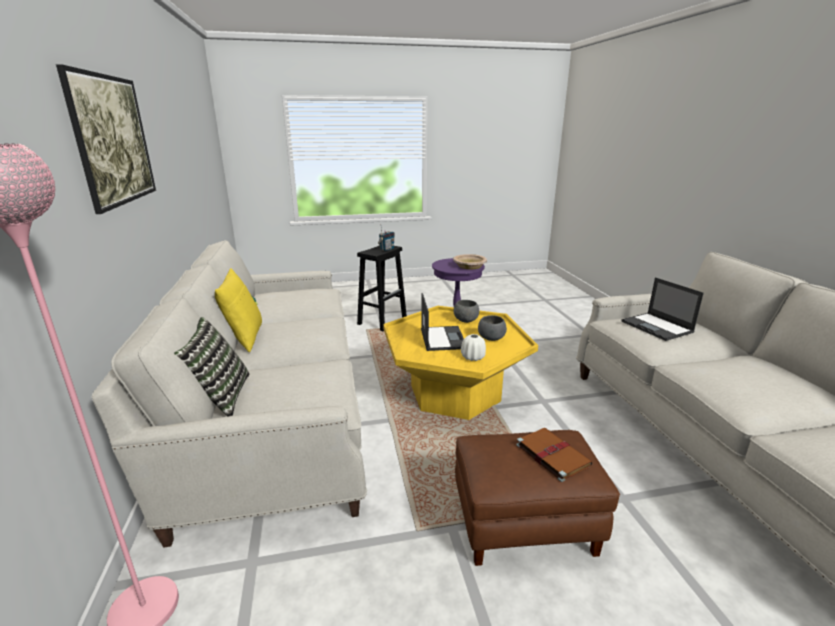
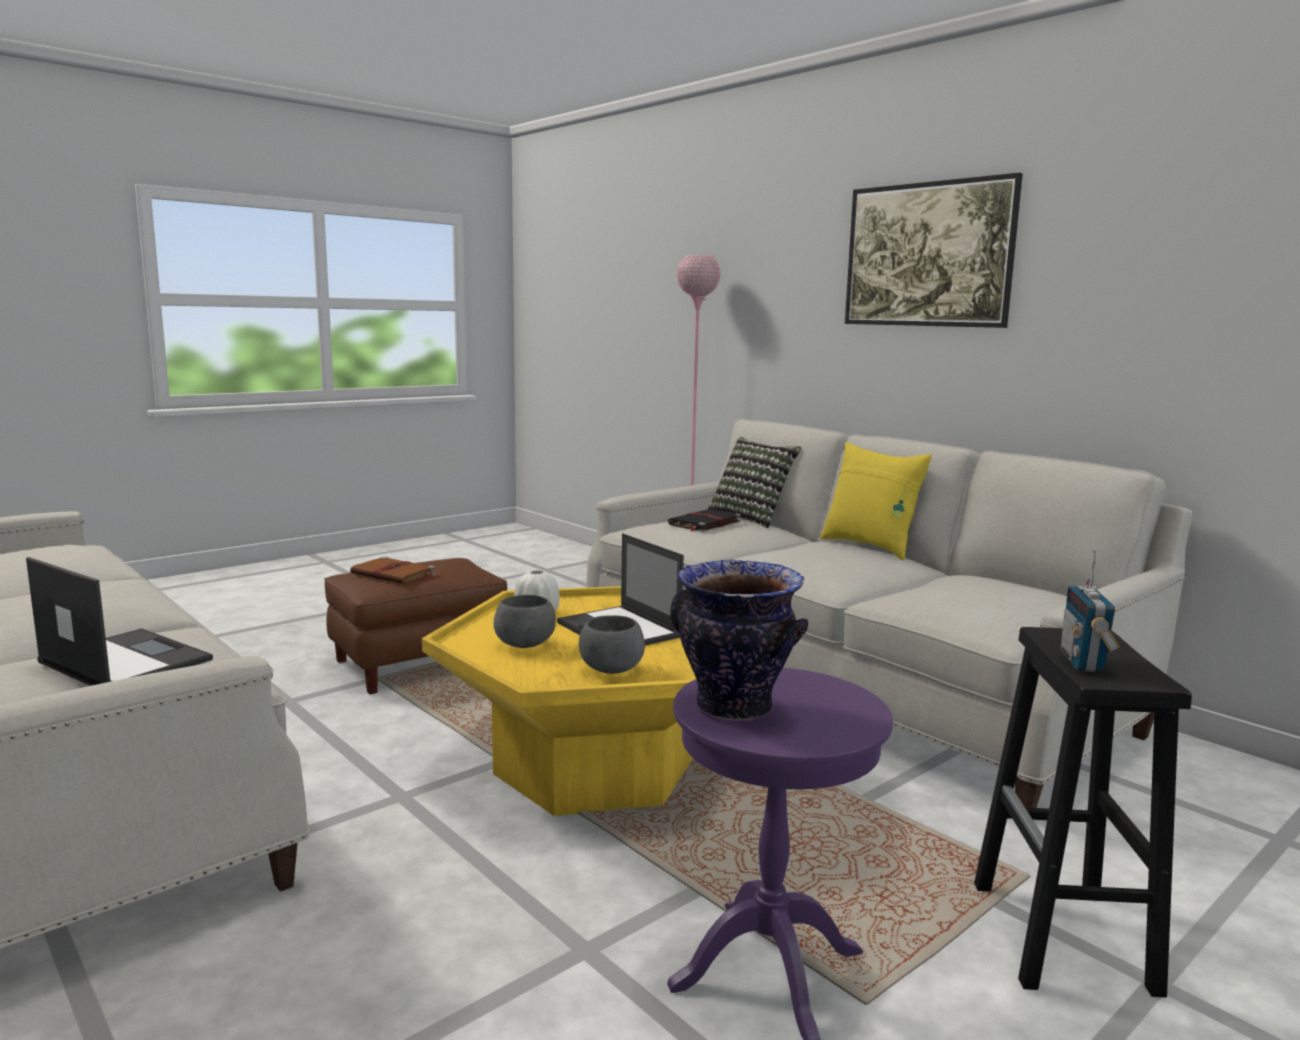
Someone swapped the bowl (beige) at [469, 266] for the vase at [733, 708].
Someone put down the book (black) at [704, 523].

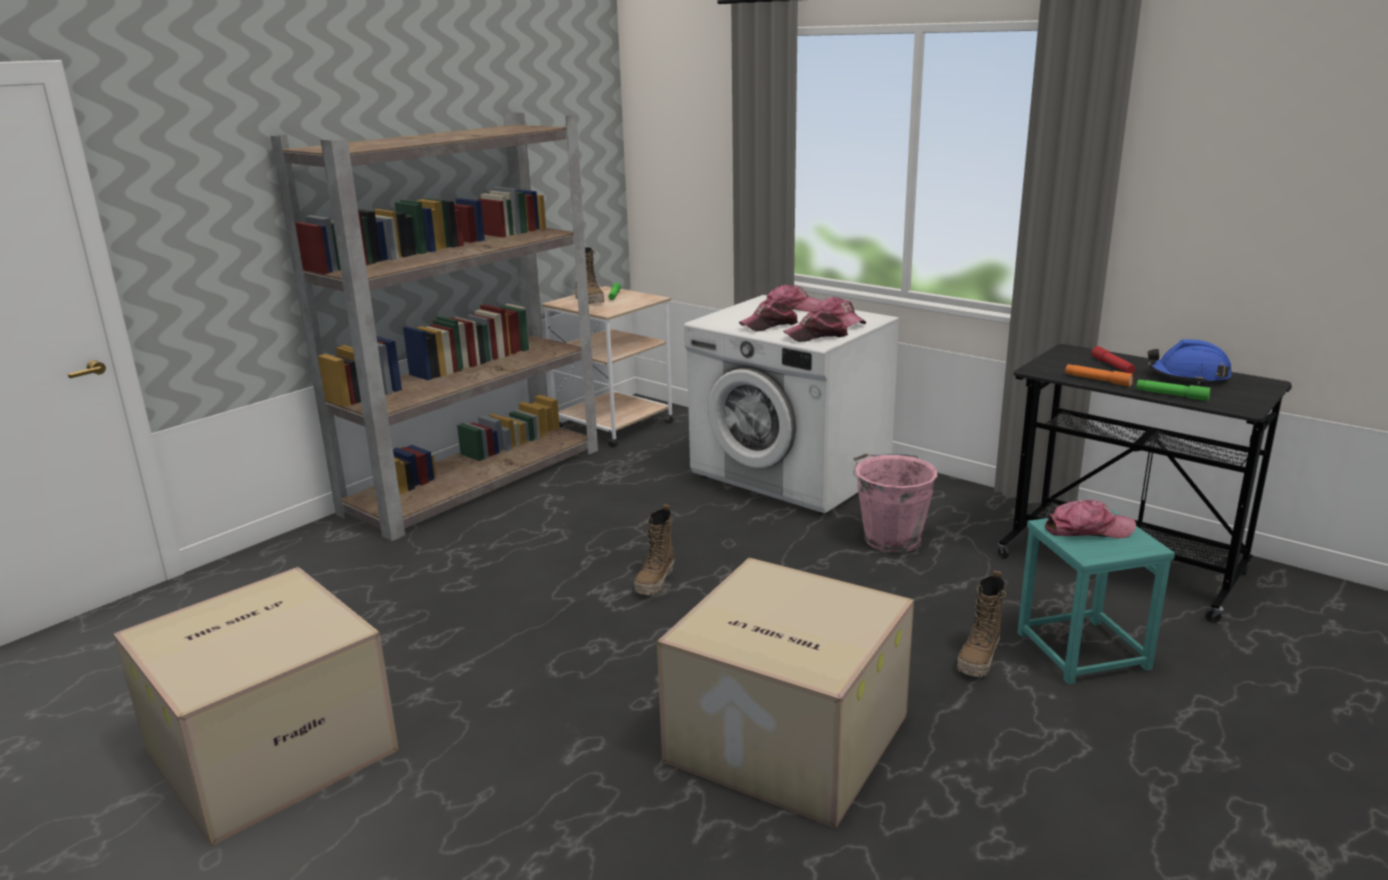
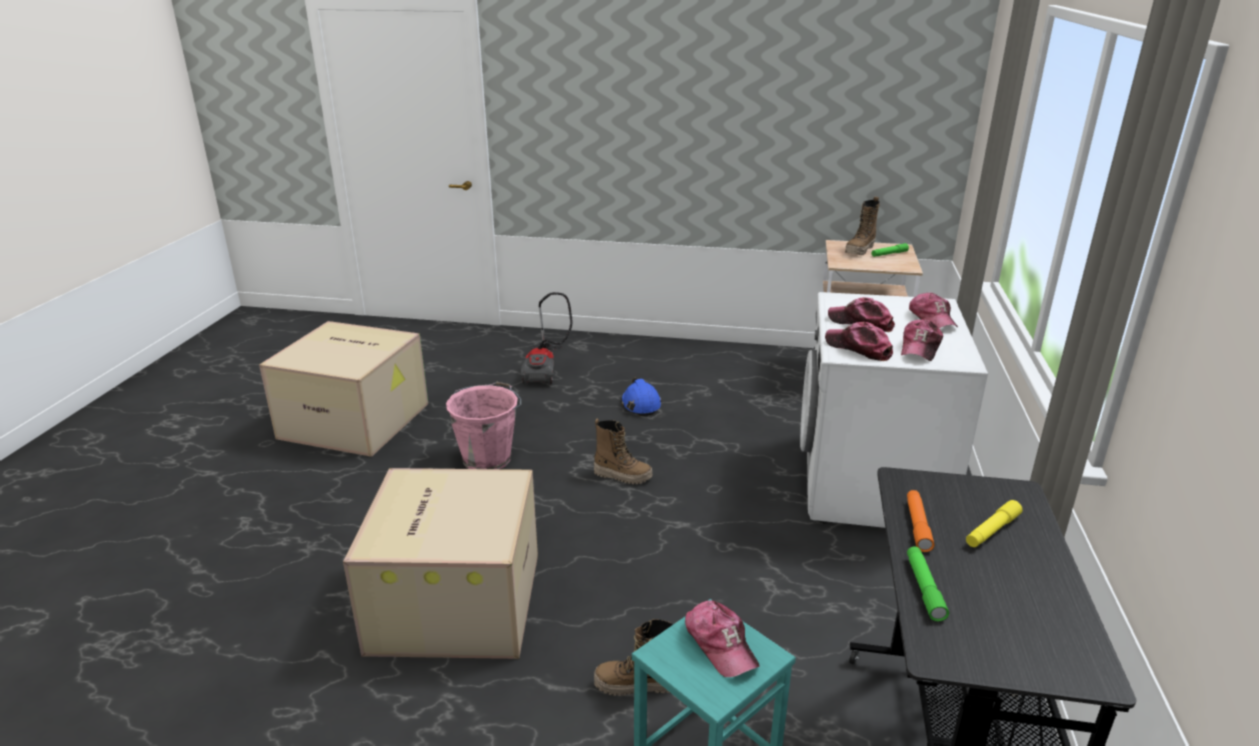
Someone took away the bookcase (brown) at [475, 480].
Someone carried the hard hat (blue) from [1188, 376] to [640, 404].
Someone repainted the flashlight (red) at [1112, 366], which became the flashlight (yellow) at [992, 530].
Someone carried the bucket (pink) from [890, 539] to [488, 458].
Someone rotated the boot at [655, 582] by 150 degrees counterclockwise.
Someone put down the vacuum cleaner at [544, 370].

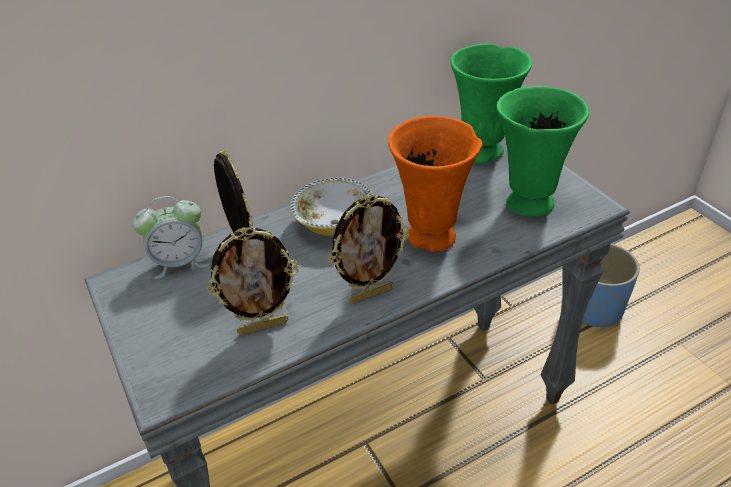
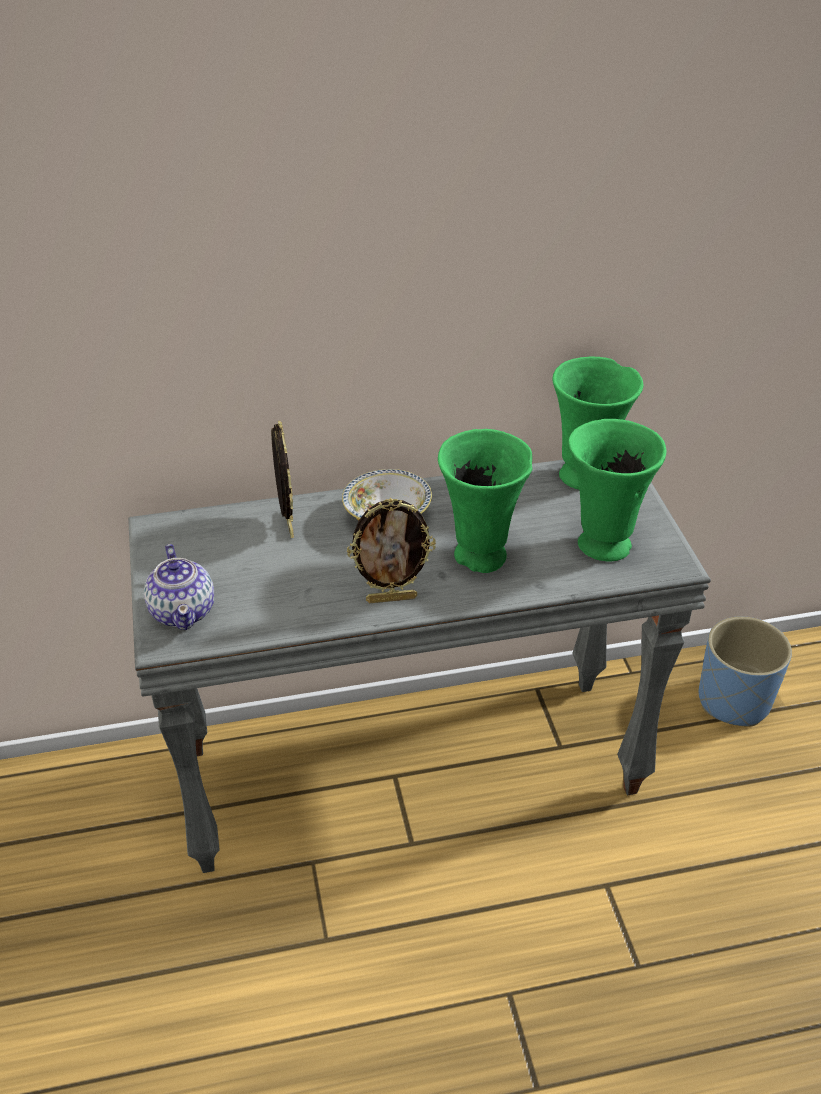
Someone repainted the vase (orange) at [432, 238], which became the vase (green) at [480, 557].
Someone took away the alarm clock at [180, 262].
Someone took away the picture frame at [263, 326].
Someone put down the teapot at [183, 611].

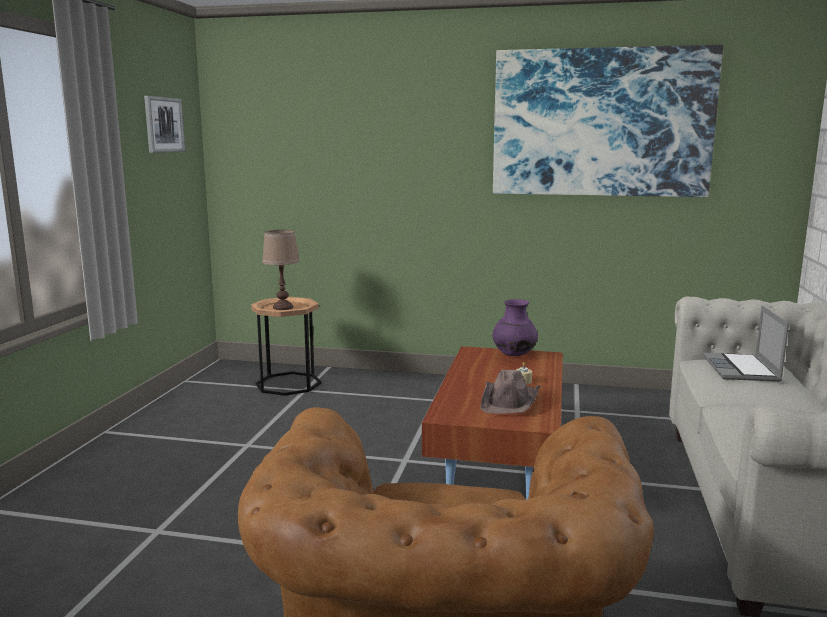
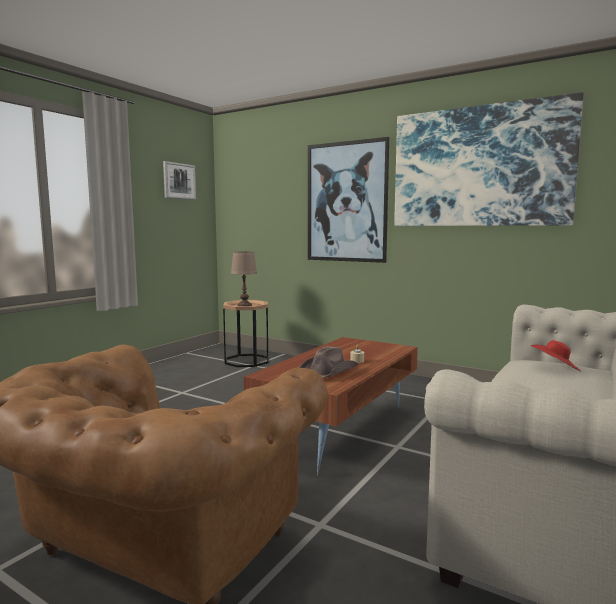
Someone took away the vase (purple) at [514, 354].
Someone swapped the laptop at [742, 369] for the hat (red) at [555, 368].
Someone put up the picture at [346, 202].

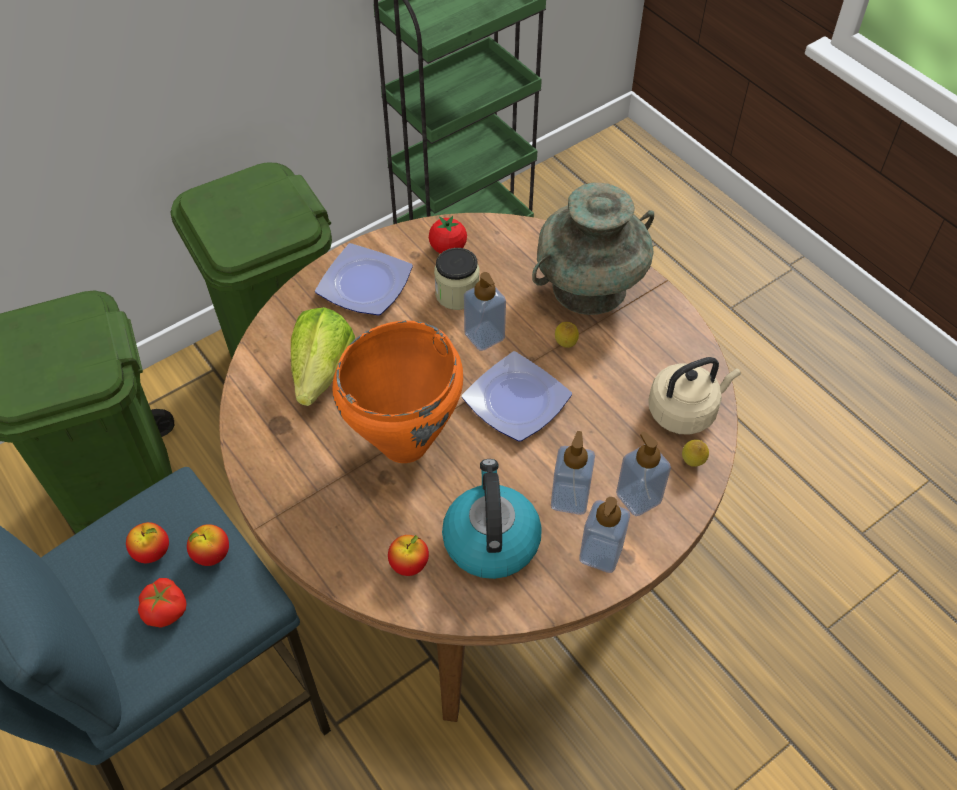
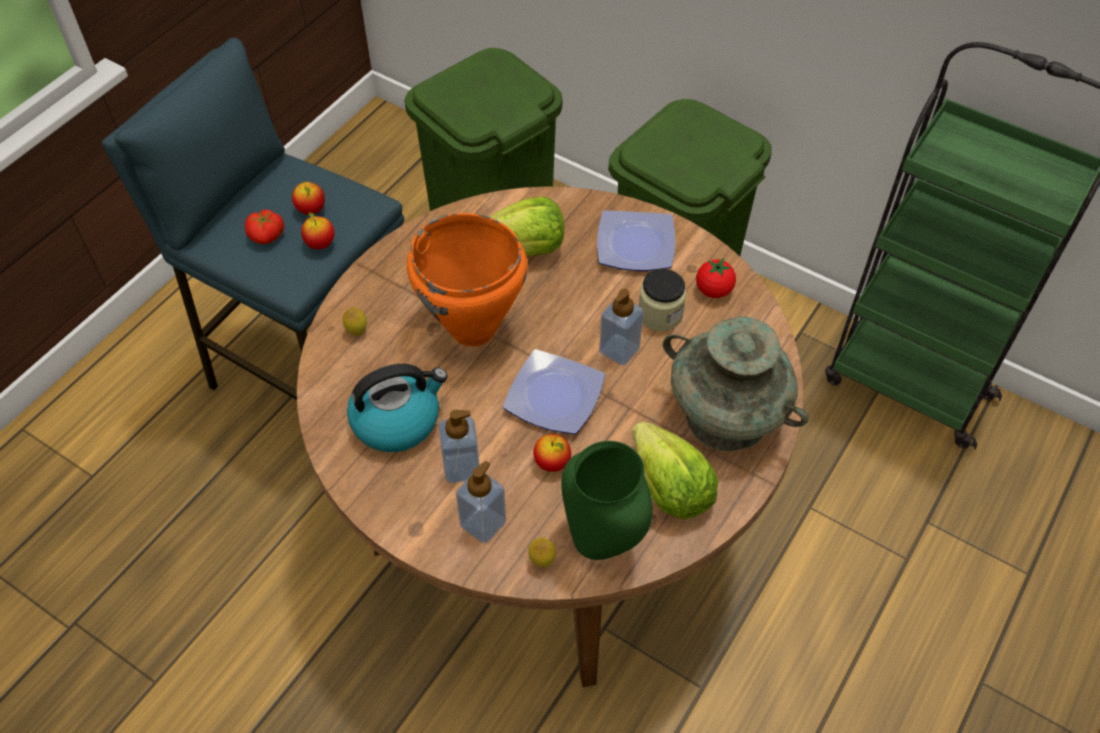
Someone carried the lemon from [565, 345] to [357, 331].
Someone swapped the kettle (beige) at [685, 411] for the vase (green) at [604, 540].
Someone took away the soap dispenser at [600, 554].
Someone carried the apple from [409, 564] to [552, 463].
Someone put down the lettuce at [669, 488].

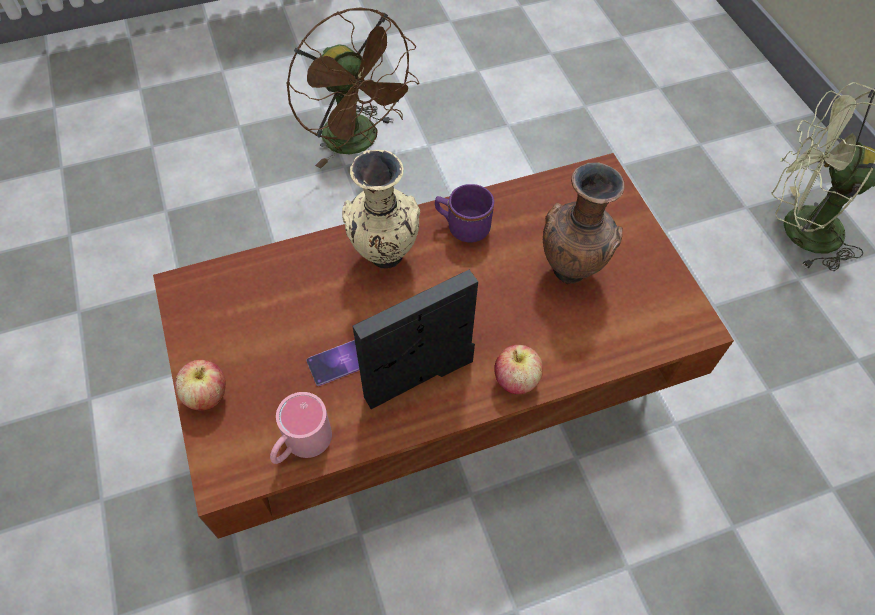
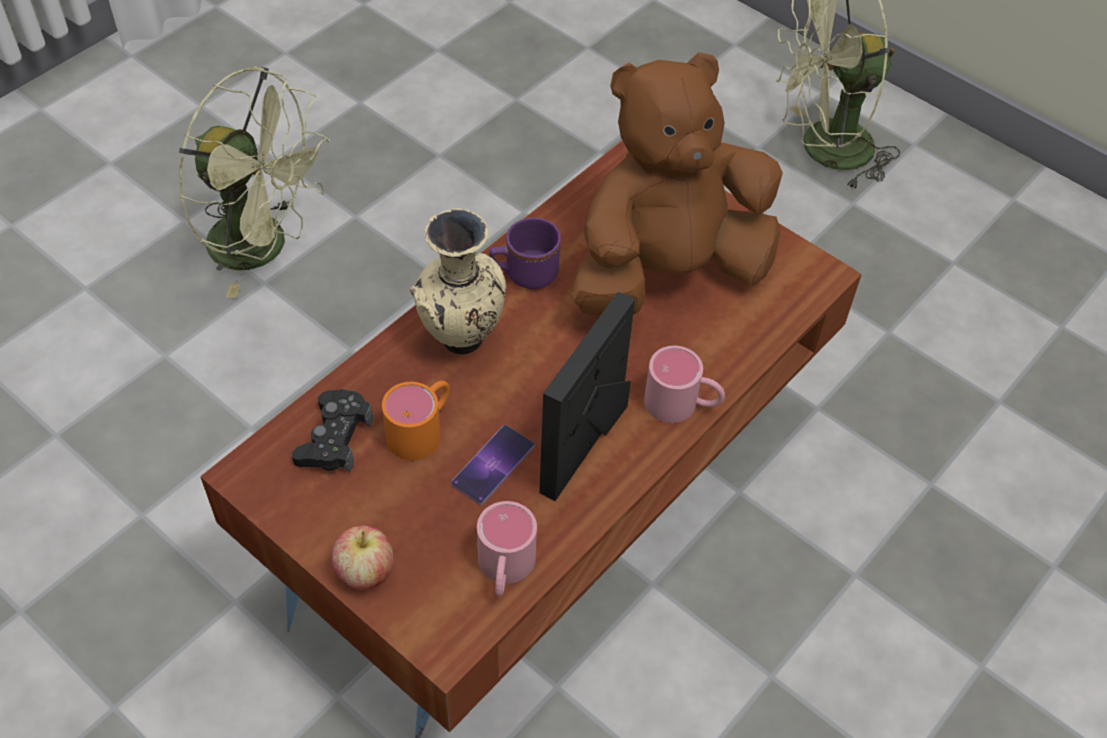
Someone repainted the fan (brown) at [358, 142], which became the fan (green) at [264, 247].
Someone swapped the vase (brown) at [571, 270] for the plush toy (brown) at [667, 272].
Someone swapped the apple at [515, 380] for the mug (pink) at [682, 405].
Someone put down the mug (orange) at [422, 429].
Someone put down the game controller (black) at [334, 438].

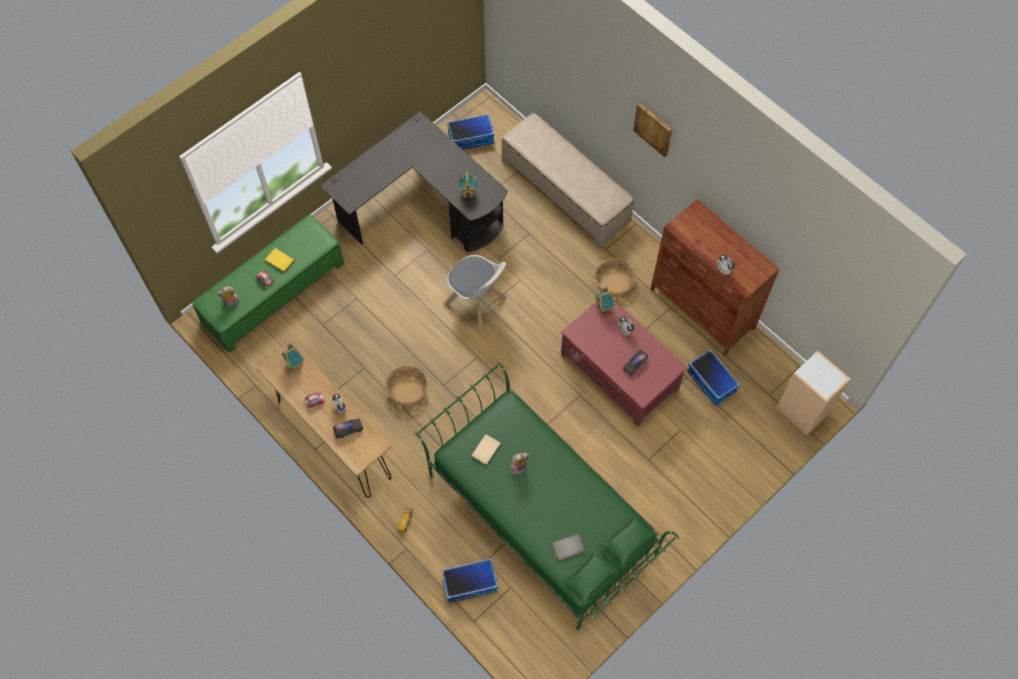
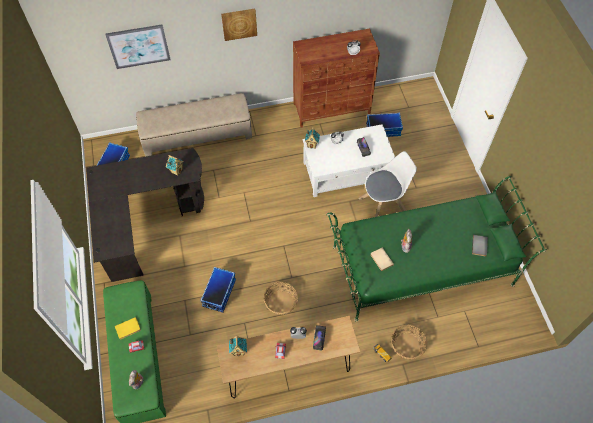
Someone carried the chair from [477, 302] to [383, 204].
Someone carried the basket from [614, 283] to [407, 345].
Someone repainted the coffee table (red) at [619, 372], which became the coffee table (white) at [347, 172].
Someone took away the bookcase at [803, 411].
Someone carried the storage box from [470, 583] to [219, 293].
Someone put up the picture at [139, 46].

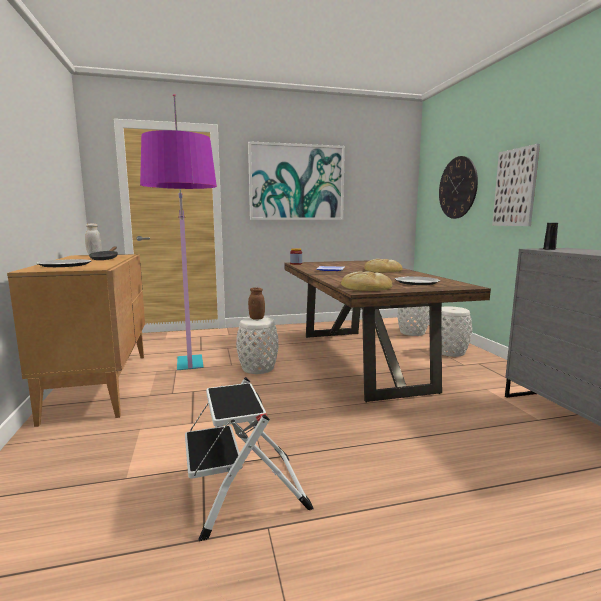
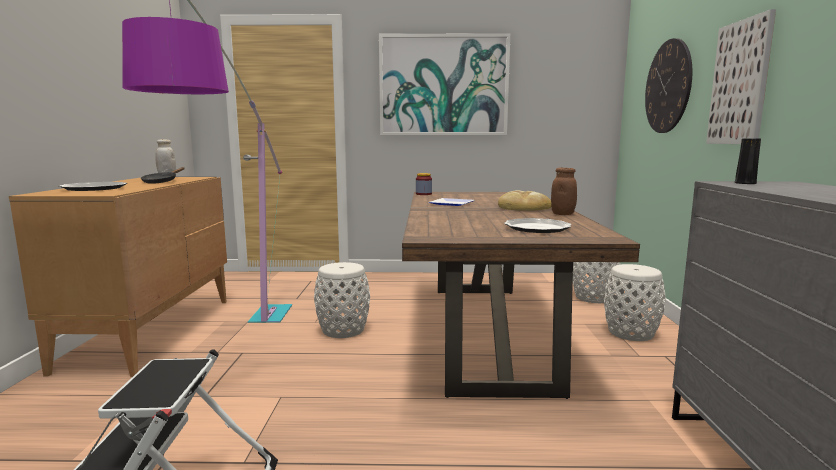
Someone took away the bread at [366, 287].
Someone carried the jar (brown) from [257, 318] to [562, 214].

